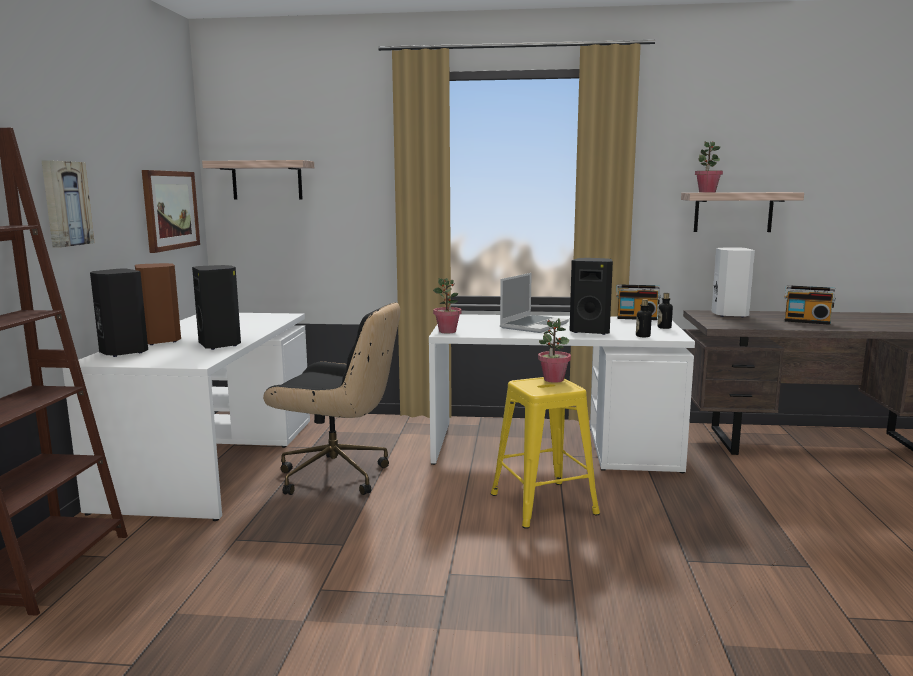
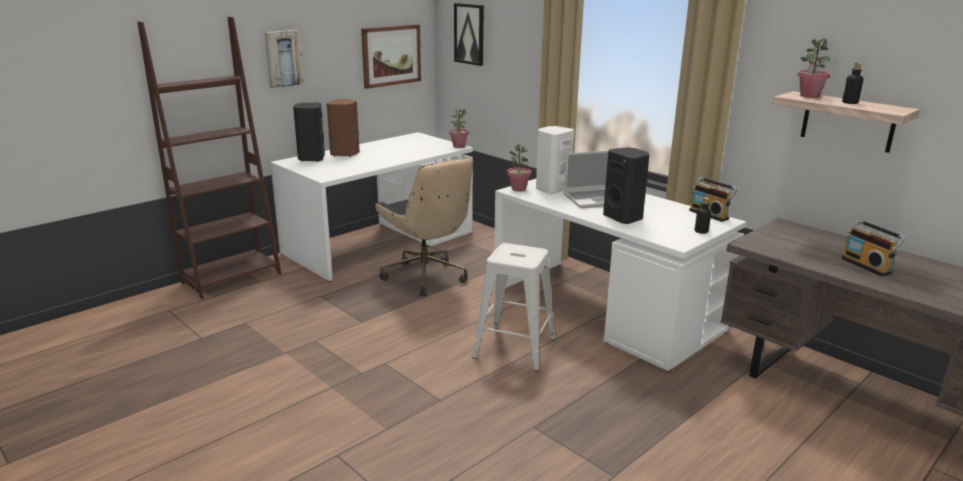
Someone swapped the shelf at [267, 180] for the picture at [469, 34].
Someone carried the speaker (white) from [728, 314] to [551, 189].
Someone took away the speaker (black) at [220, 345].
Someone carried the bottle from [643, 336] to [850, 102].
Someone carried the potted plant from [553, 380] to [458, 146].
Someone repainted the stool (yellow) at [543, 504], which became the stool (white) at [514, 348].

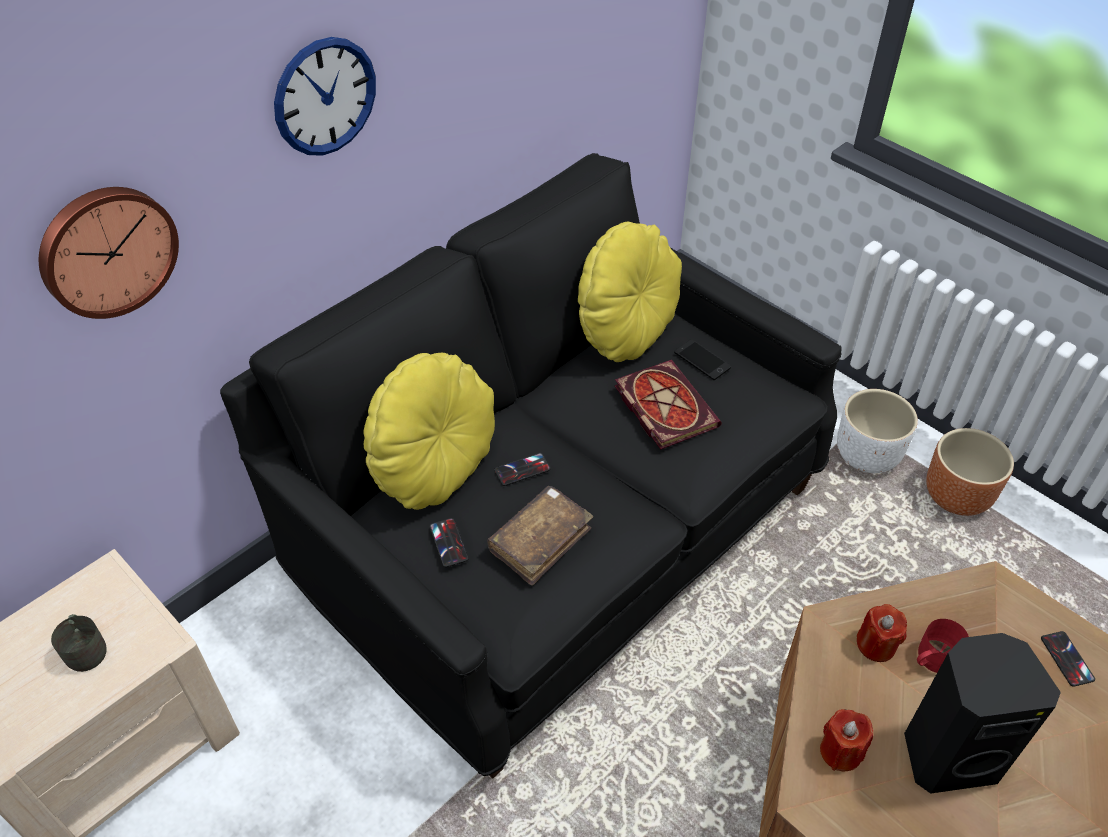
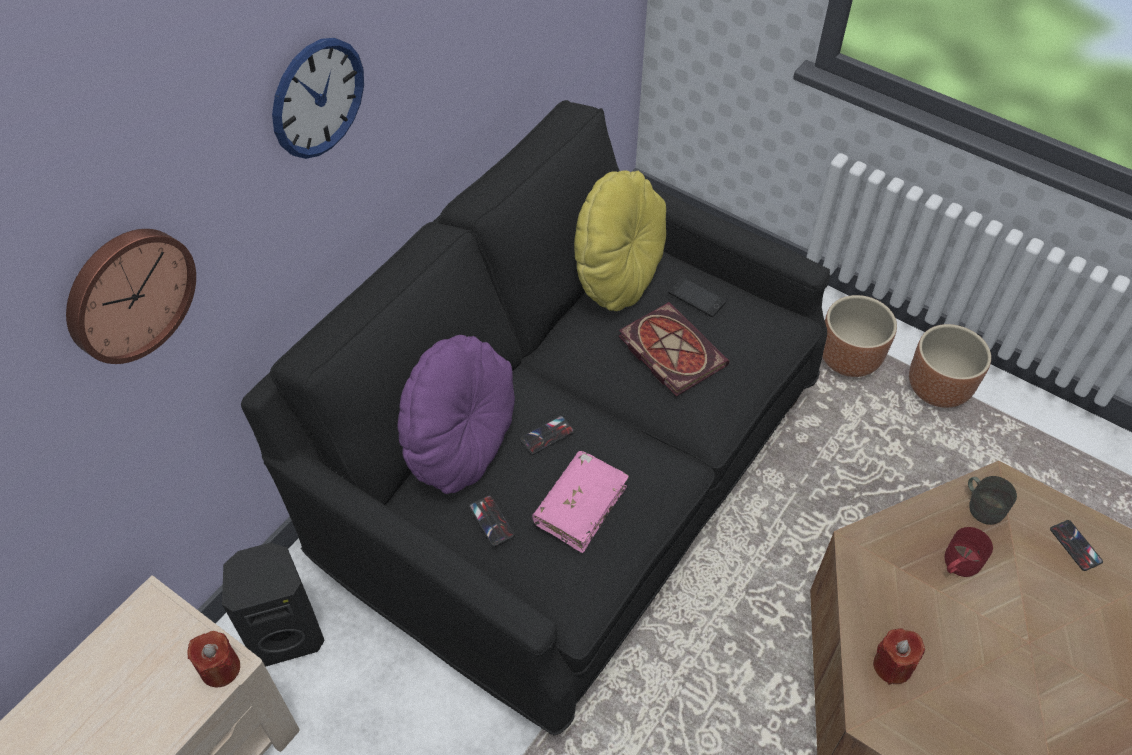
Someone repainted the pillow (yellow) at [436, 473], which became the pillow (purple) at [463, 450].
Someone repainted the planter (white) at [867, 456], which became the planter (brown) at [849, 359].
Someone repainted the book (brown) at [540, 541], which became the book (pink) at [580, 506].
Someone carried the candle (red) from [876, 645] to [220, 668].
Someone carried the mug (grey) from [86, 649] to [982, 505].
Someone carried the speaker (black) from [948, 754] to [287, 633].

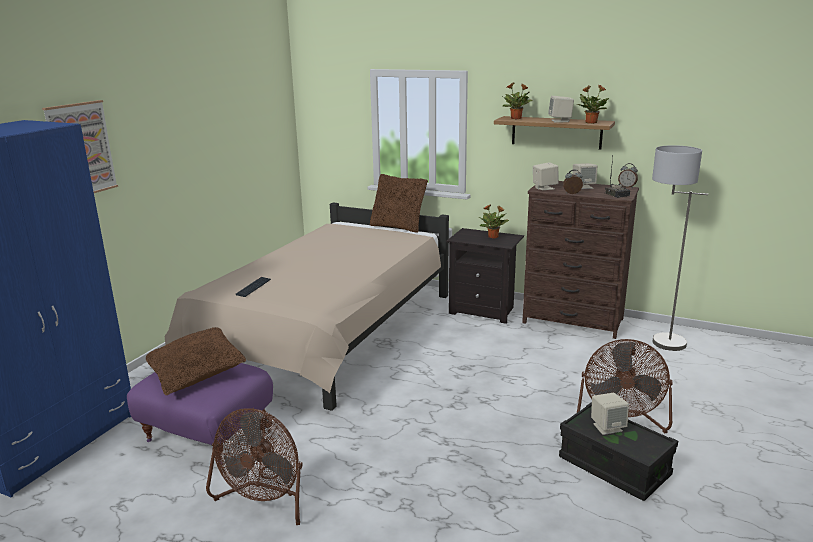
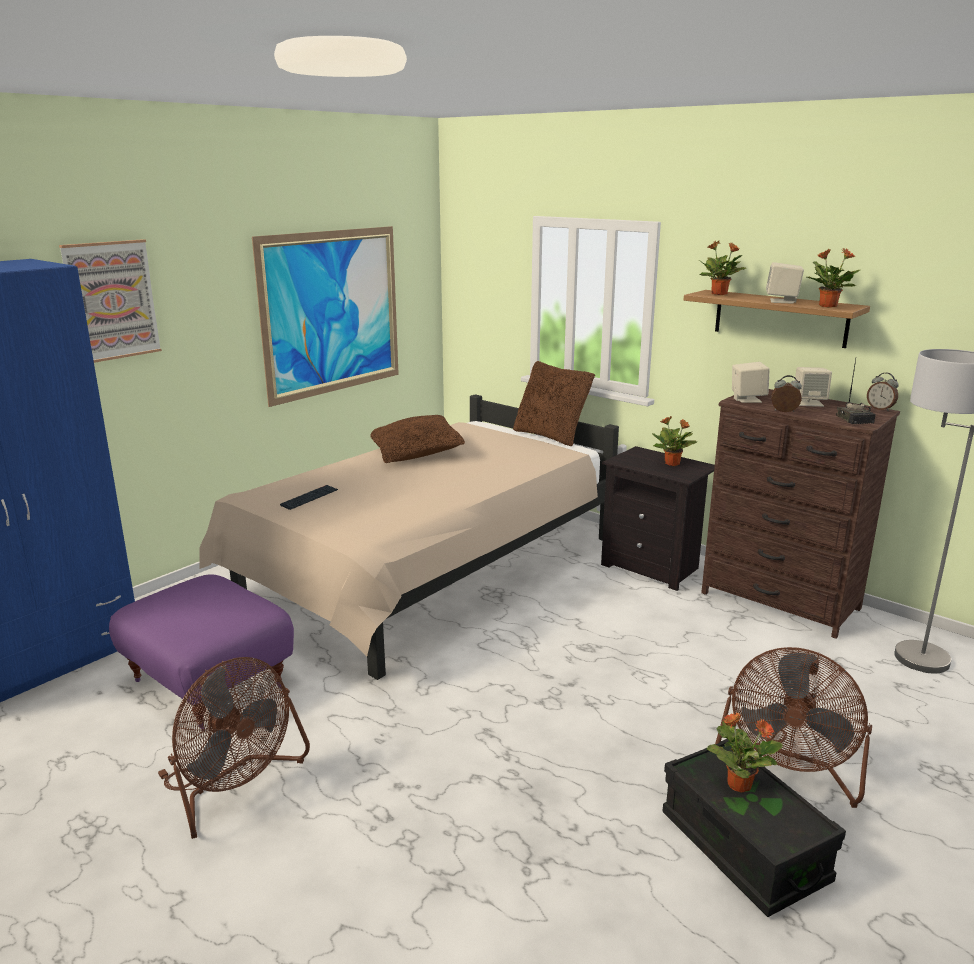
Someone carried the pillow (brown) from [195, 372] to [415, 452].
Someone swapped the speaker (beige) at [607, 427] for the potted plant at [738, 784].
Someone rotated the fan (brown) at [264, 498] by 90 degrees counterclockwise.
Someone put up the picture at [332, 312].

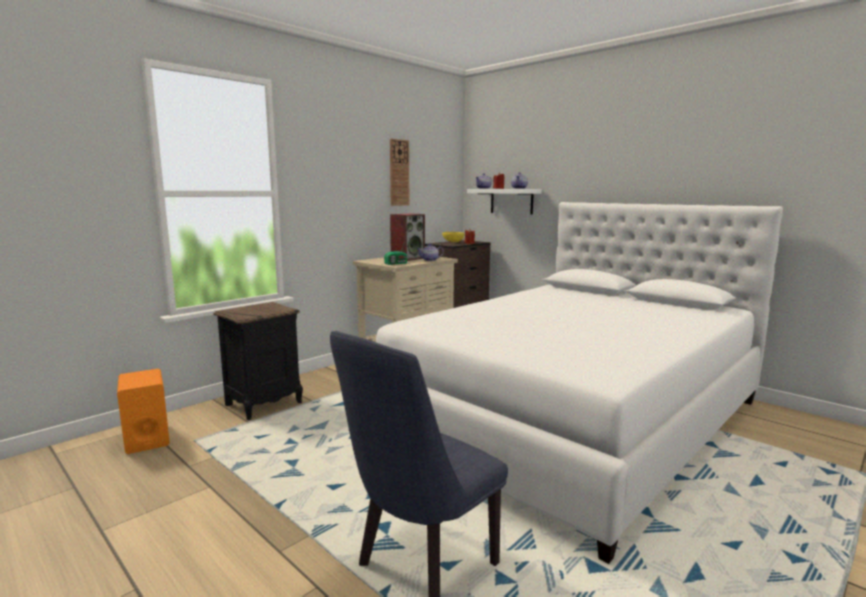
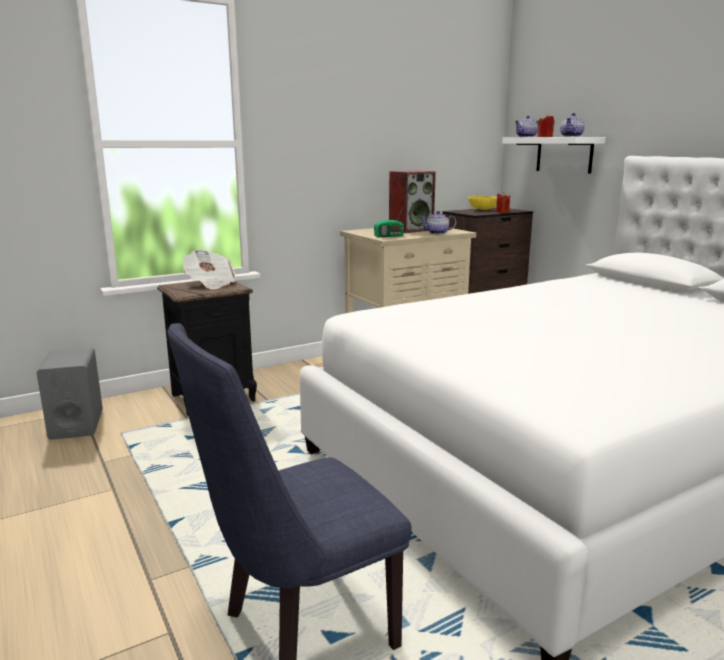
Someone took away the wall clock at [399, 173].
Someone repainted the speaker (orange) at [147, 438], which became the speaker (grey) at [76, 425].
Someone put down the newspaper at [210, 283].

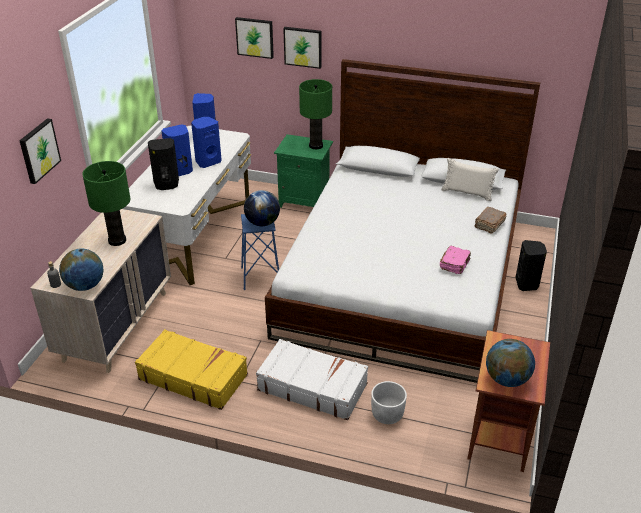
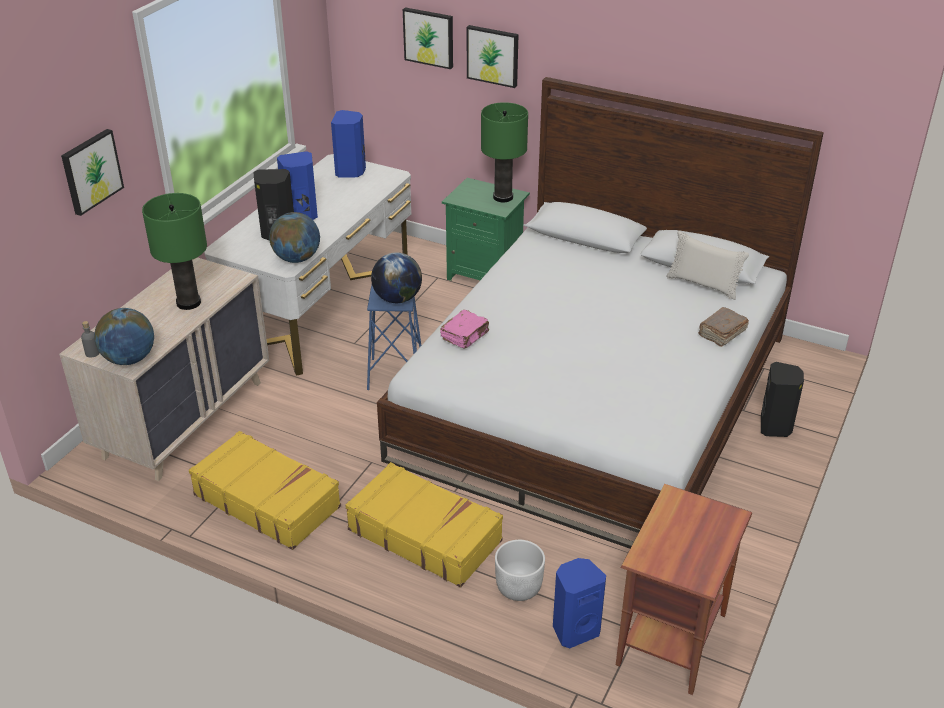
Someone carried the speaker (blue) from [207, 162] to [575, 630].
Someone carried the book (pink) from [455, 264] to [465, 336].
Someone repainted the suitcase (white) at [312, 386], which became the suitcase (yellow) at [425, 534].
Someone carried the globe from [507, 379] to [297, 258].

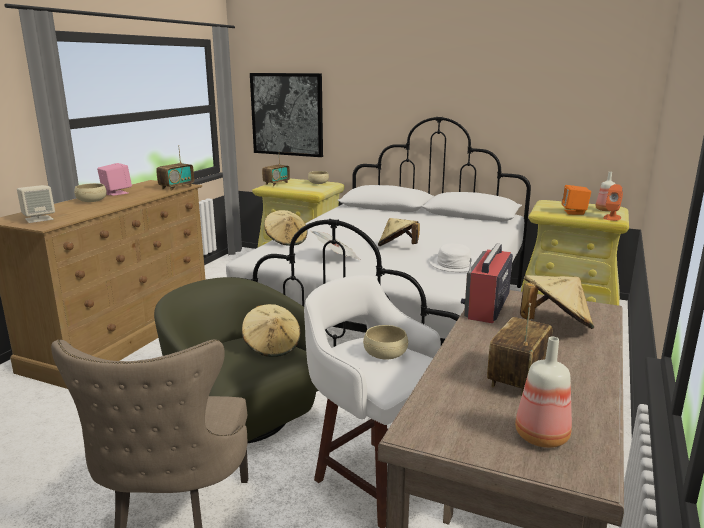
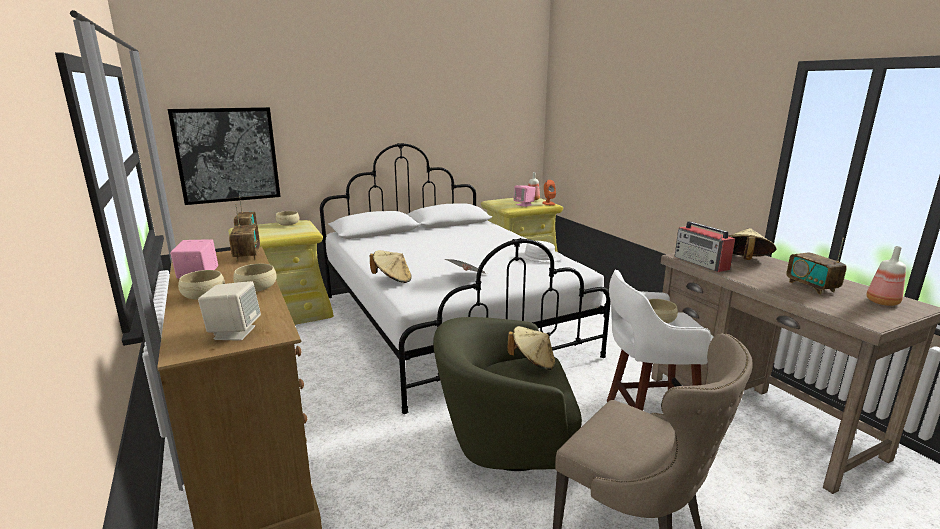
Someone repainted the speaker (orange) at [574, 212], which became the speaker (pink) at [524, 205].
Someone took away the hat (beige) at [398, 247].
Someone put down the bowl (beige) at [256, 288].

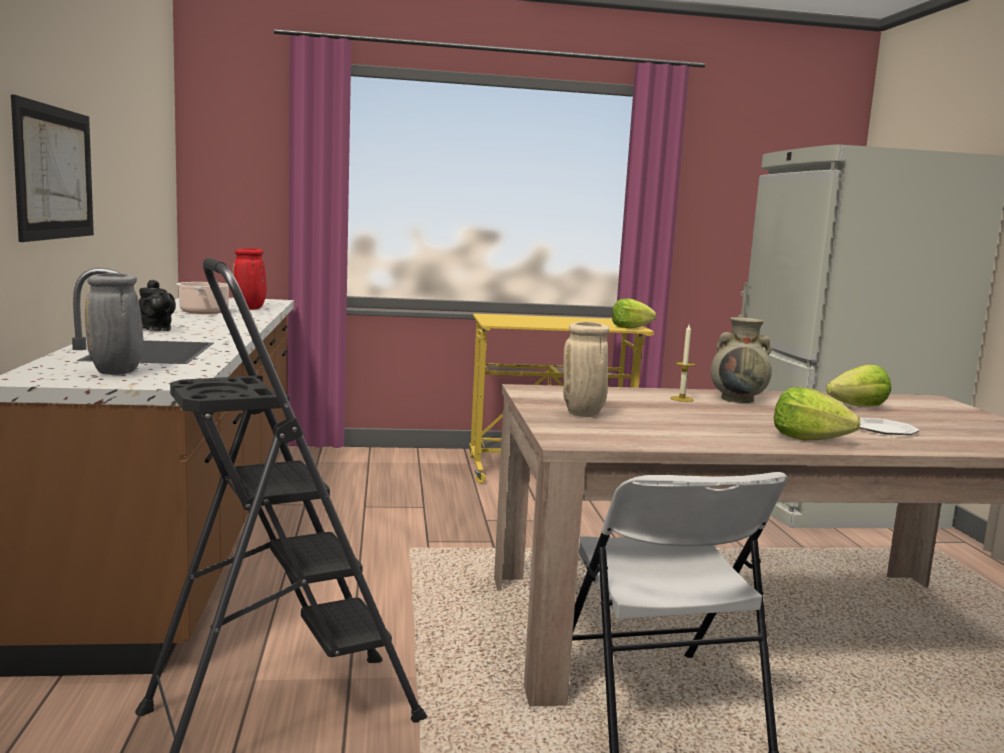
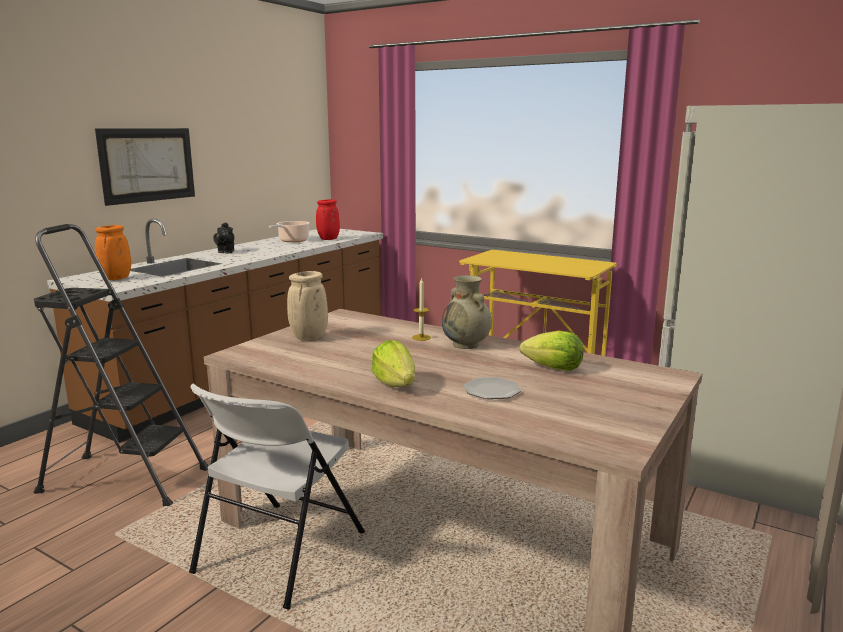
Someone repainted the vase (grey) at [117, 372], which became the vase (orange) at [116, 279].
Someone took away the lettuce at [630, 327].

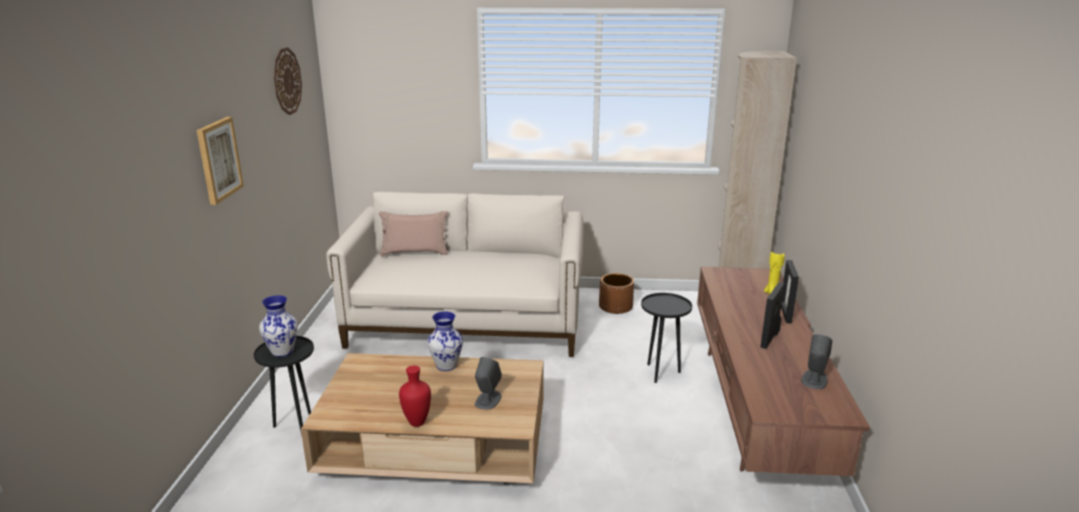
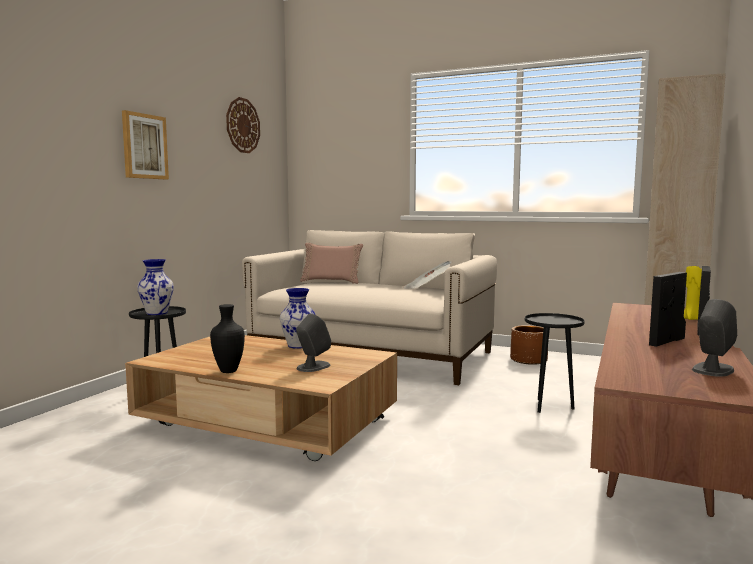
Someone repainted the vase (red) at [417, 422], which became the vase (black) at [229, 371].
Someone put down the newspaper at [427, 288].

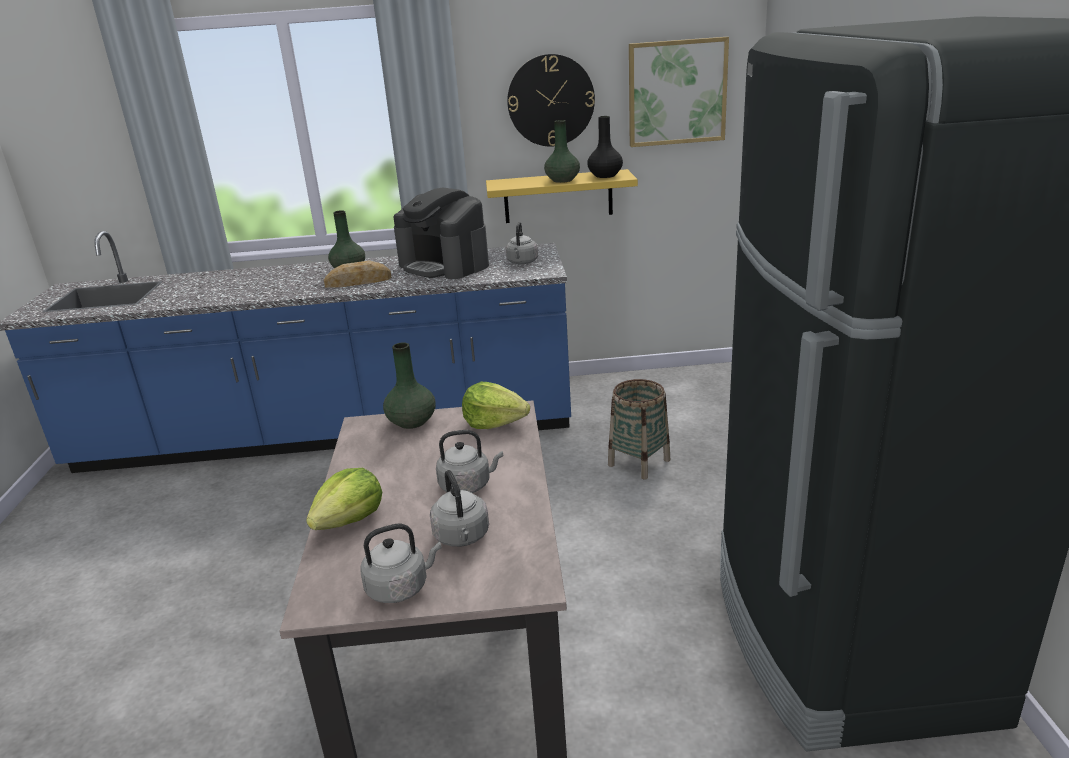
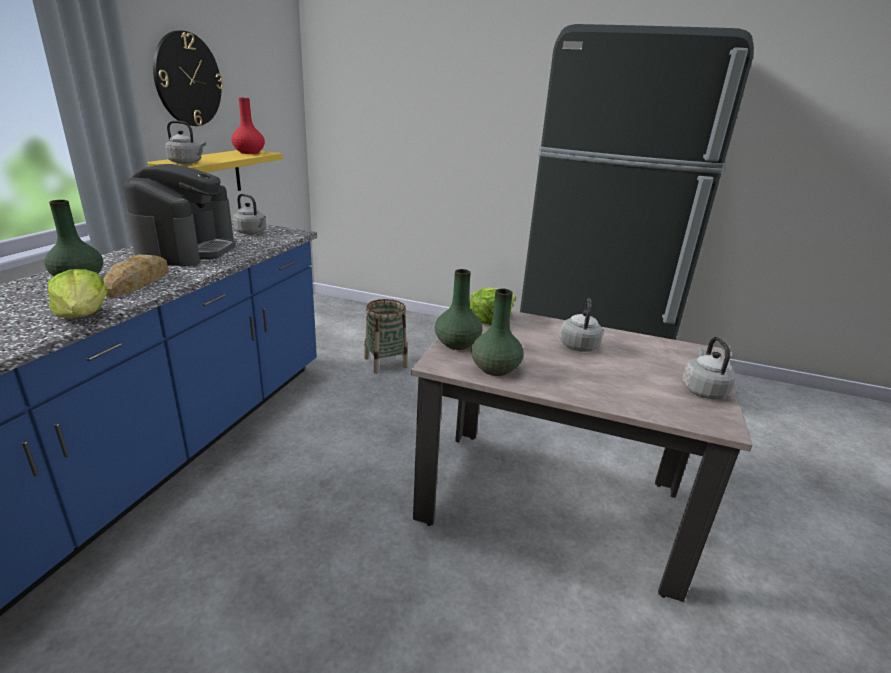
Someone took away the picture at [677, 92].
Someone repainted the vase (black) at [605, 176], which became the vase (red) at [249, 153].
Someone carried the vase (green) from [562, 180] to [495, 369].
Someone rotated the coffee machine at [445, 265] by 60 degrees counterclockwise.
Someone carried the lettuce from [350, 520] to [83, 315].
Someone carried the kettle (grey) from [462, 537] to [187, 163].

